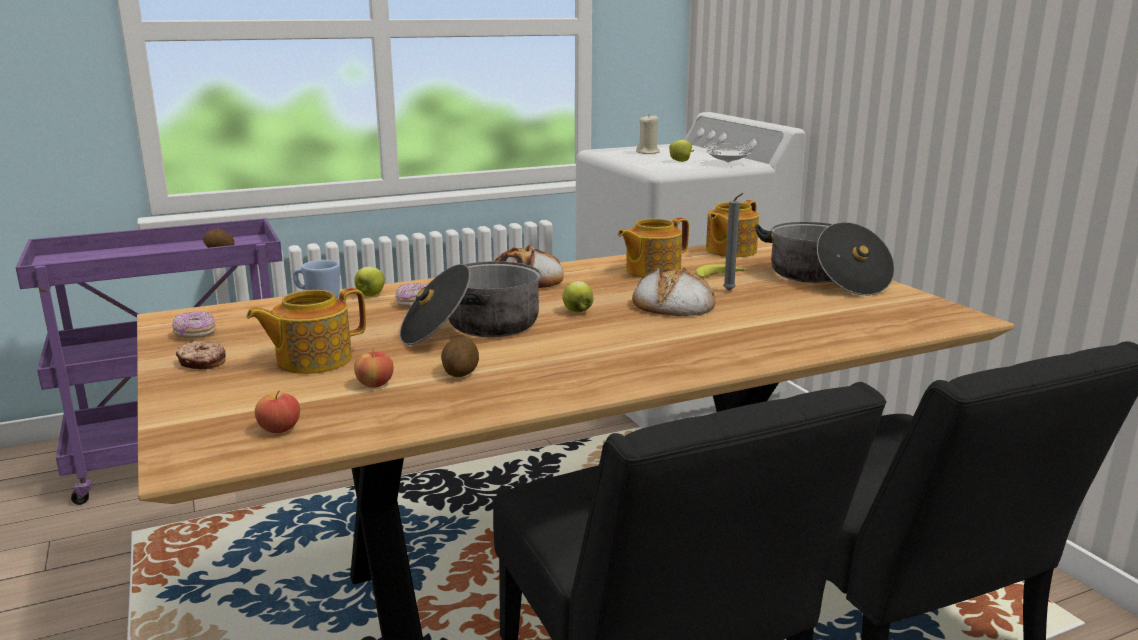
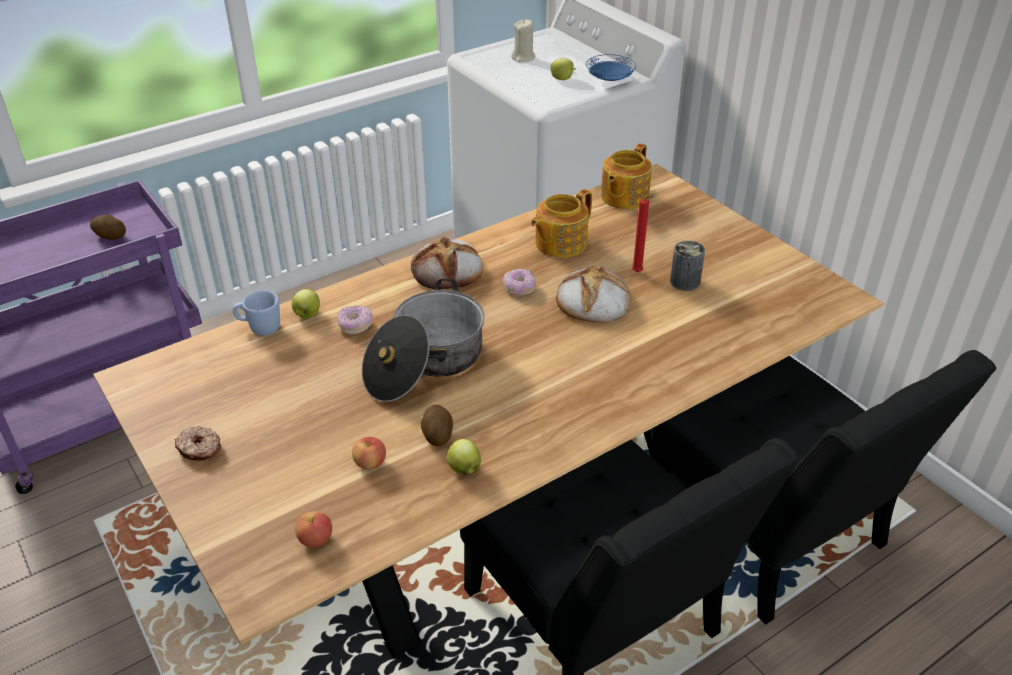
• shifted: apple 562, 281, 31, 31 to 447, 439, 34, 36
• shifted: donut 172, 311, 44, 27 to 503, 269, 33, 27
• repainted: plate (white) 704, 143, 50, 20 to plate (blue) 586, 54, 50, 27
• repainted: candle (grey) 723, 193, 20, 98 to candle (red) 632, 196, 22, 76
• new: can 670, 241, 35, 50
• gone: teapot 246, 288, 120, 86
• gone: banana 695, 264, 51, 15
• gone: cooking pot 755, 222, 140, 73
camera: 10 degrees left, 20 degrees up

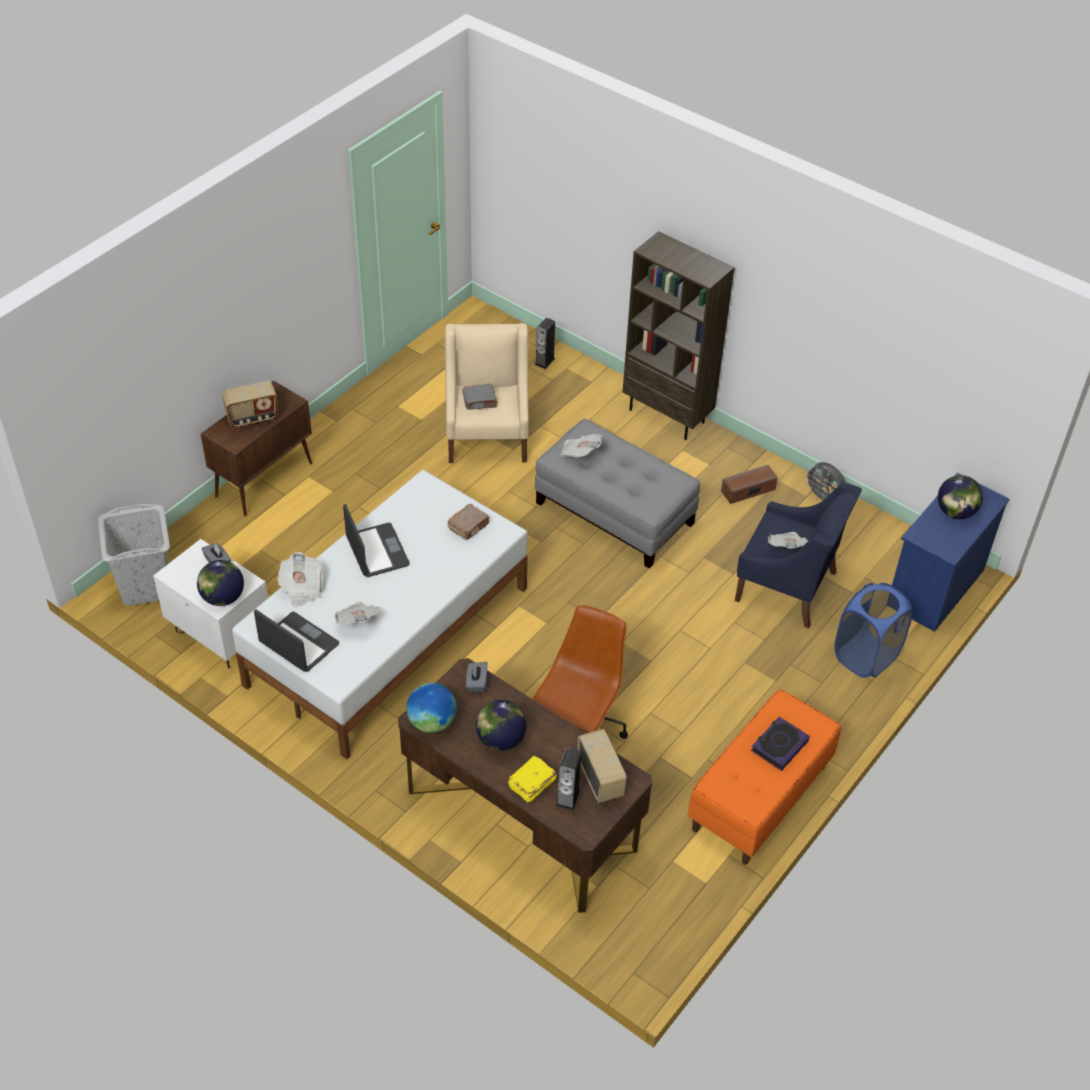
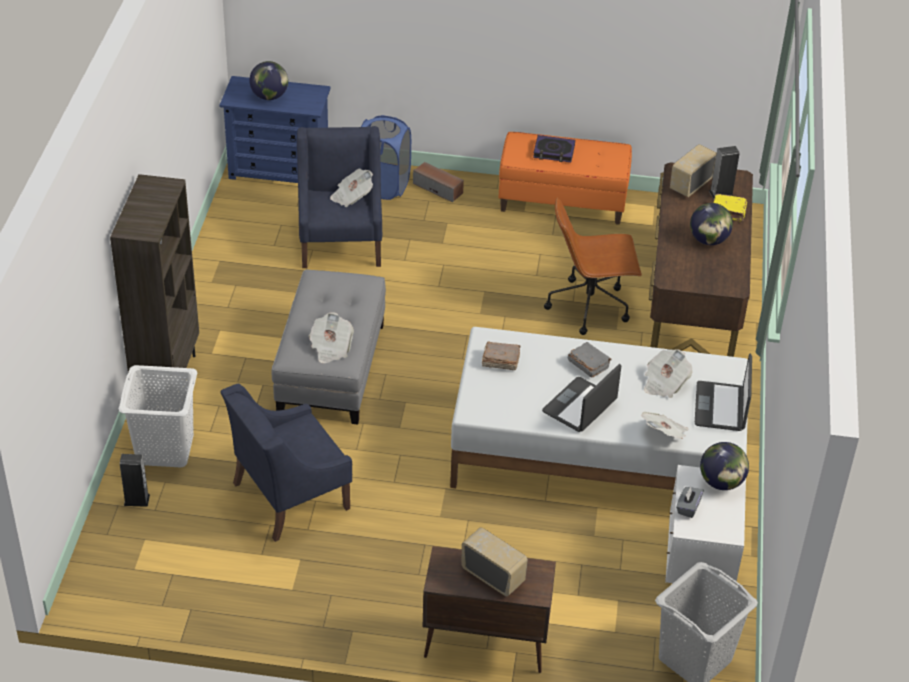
• new: laundry basket (white) 119, 365, 78, 103
• repainted: armchair (beige) 445, 323, 84, 140 to armchair (blue) 221, 383, 131, 159
• shifted: speaker 721, 464, 57, 40 to 413, 162, 51, 40
• shifted: book (grey) 462, 384, 35, 26 to 568, 342, 44, 35
• gone: globe 407, 683, 50, 50
• gone: tissue box (grey) 466, 662, 22, 31
• gone: fan (grey) 804, 462, 41, 39
camera: 120 degrees left, 5 degrees down

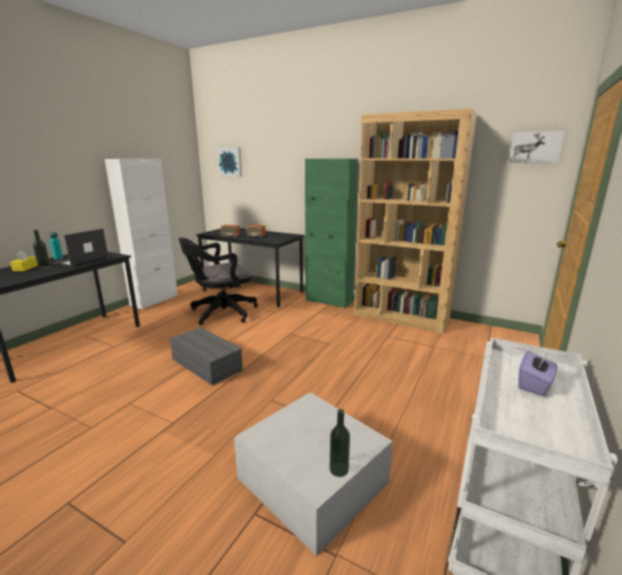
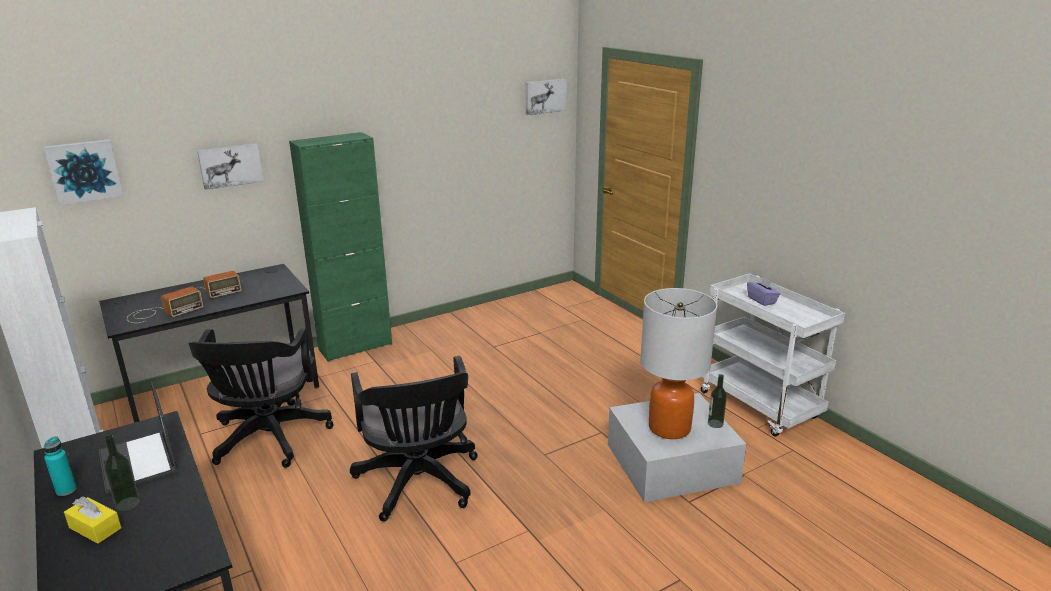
• new: picture 197, 143, 67, 47
• swapped: storage box (grey) 169, 327, 74, 59 to office chair (black) 350, 356, 128, 166
• new: table lamp 640, 288, 77, 151
• gone: bookcase (brown) 354, 108, 123, 226
camera: 60 degrees left, 5 degrees up

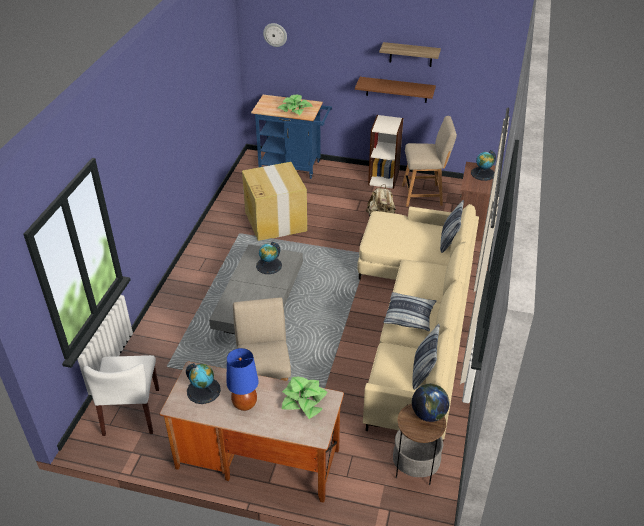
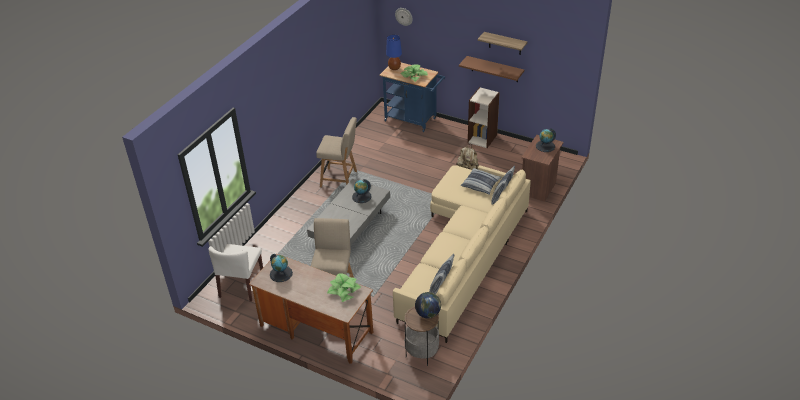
• shifted: chair (beige) 402, 116, 55, 90 to 316, 117, 41, 70
• shifted: table lamp (blue) 227, 348, 32, 63 to 386, 35, 16, 35
• shifted: pillow 383, 292, 54, 39 to 461, 168, 41, 27
• gone: cardboard box 242, 162, 65, 79
camera: 15 degrees right, 0 degrees up

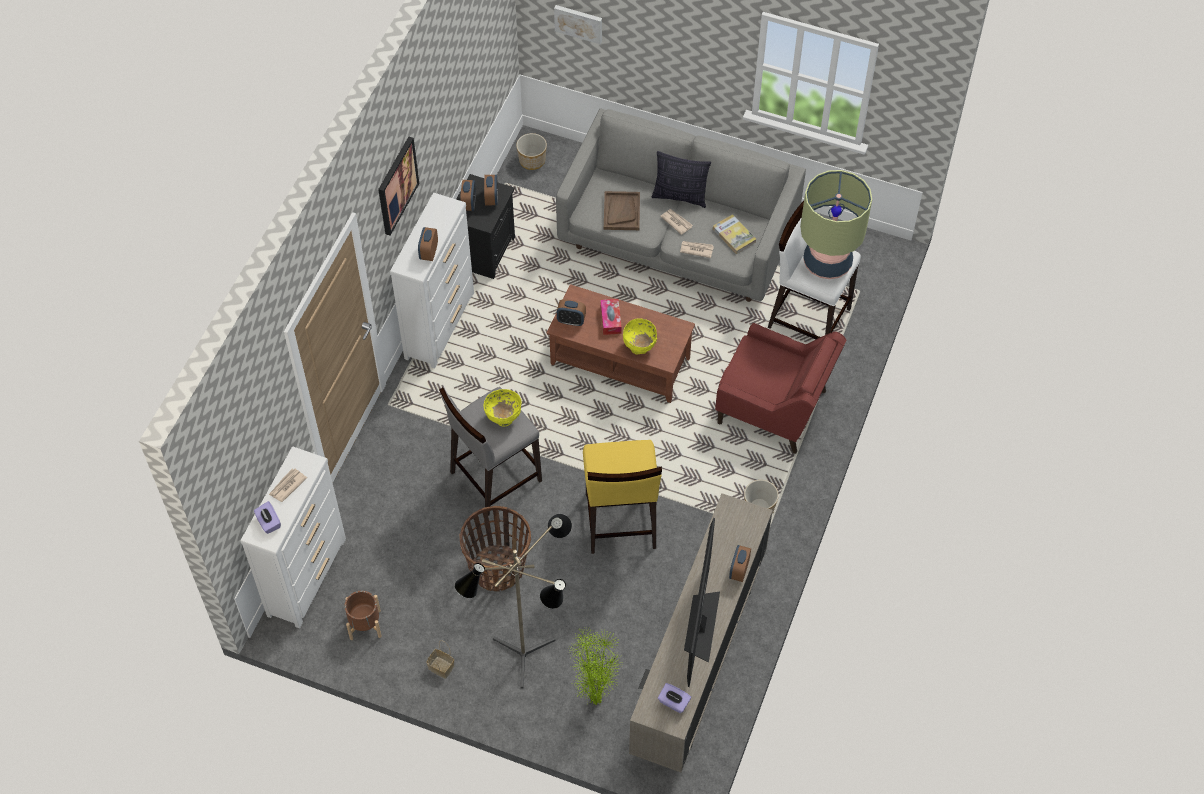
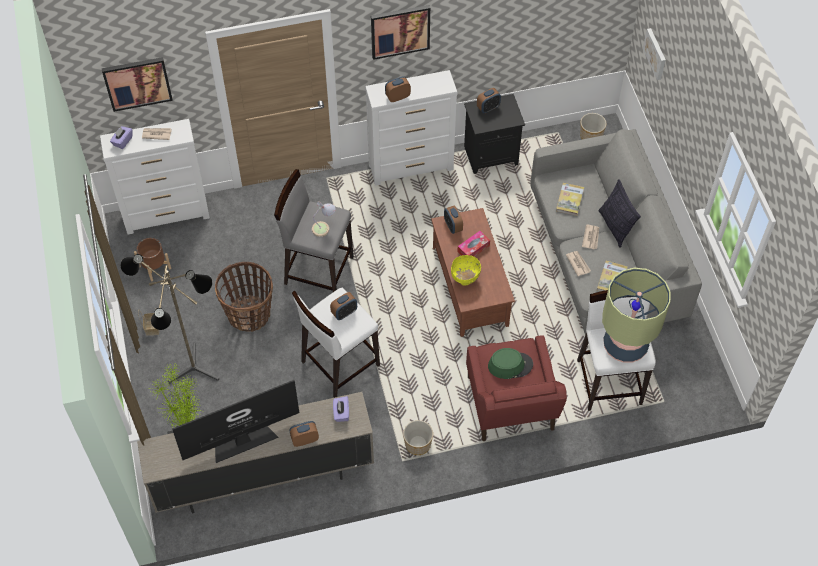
• new: picture 102, 57, 71, 55
• repainted: stool (yellow) 583, 440, 79, 114 to stool (white) 292, 288, 88, 110
• swapped: bowl (yellow) 483, 389, 38, 37 to table lamp 312, 201, 24, 36
• shifted: alarm clock 484, 175, 14, 30 to 330, 292, 27, 28
• shifted: tissue box (purple) 658, 683, 33, 30 to 333, 396, 16, 26
• new: hat (green) 488, 348, 45, 31
• swapped: tray (brown) 604, 191, 36, 39 to book 556, 183, 28, 33
camera: 55 degrees right, 0 degrees up

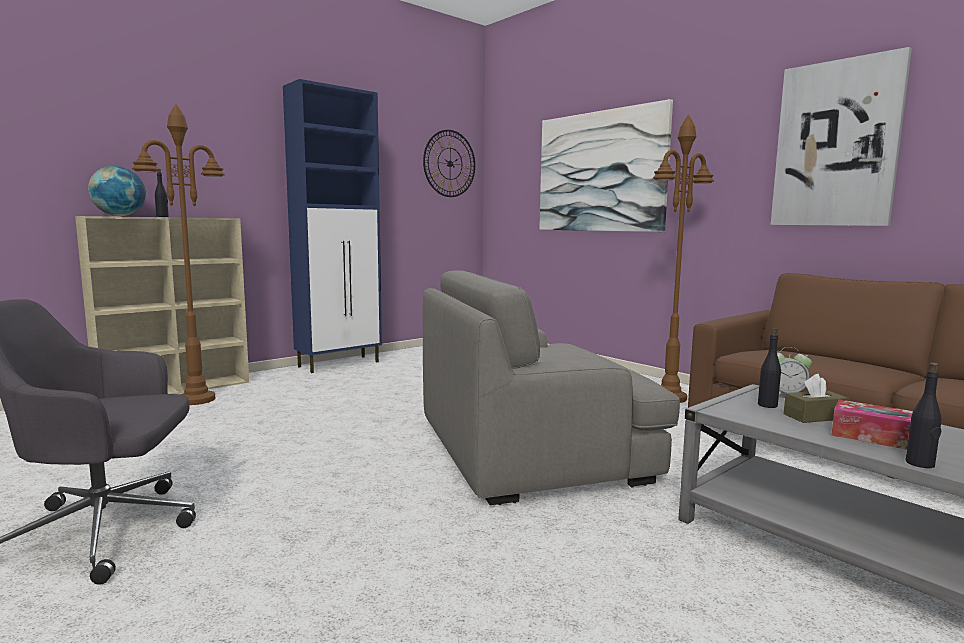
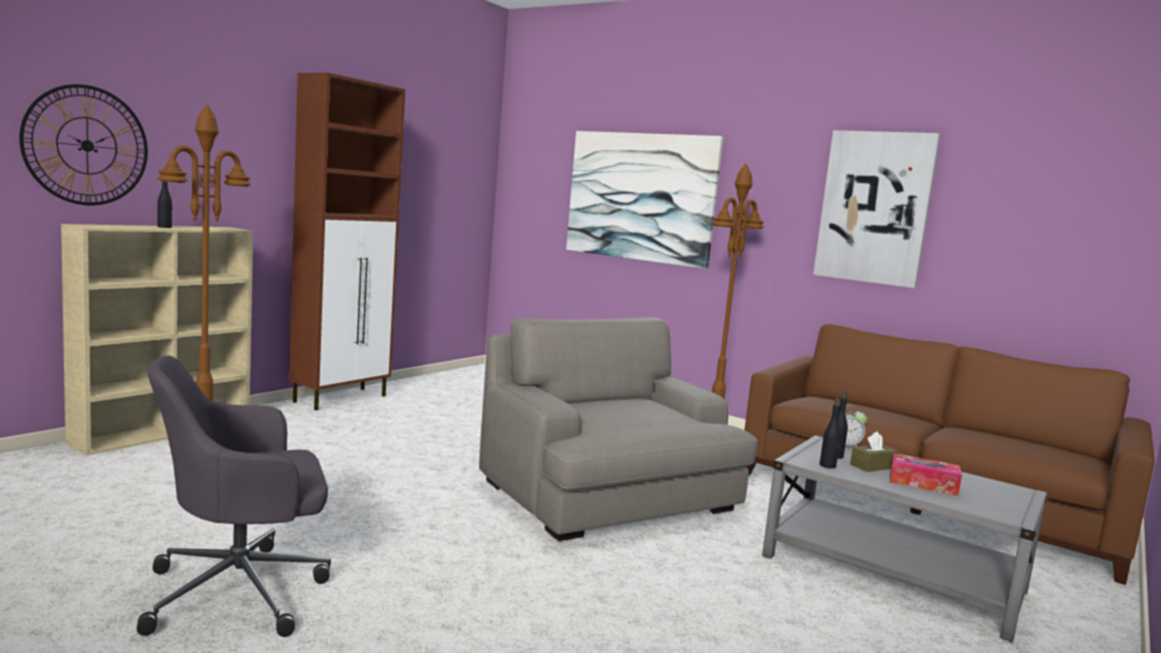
• shifted: wall clock 423, 130, 52, 67 to 19, 84, 129, 121
• repainted: cabinet (blue) 283, 79, 99, 294 to cabinet (brown) 289, 73, 116, 337
• rotated: armchair (grey) 423, 270, 257, 235 = 479, 317, 278, 224 90 degrees clockwise
• shifted: bottle (black) 906, 362, 35, 106 to 820, 399, 21, 70
• gone: globe 88, 166, 58, 50
camera: 15 degrees left, 0 degrees up

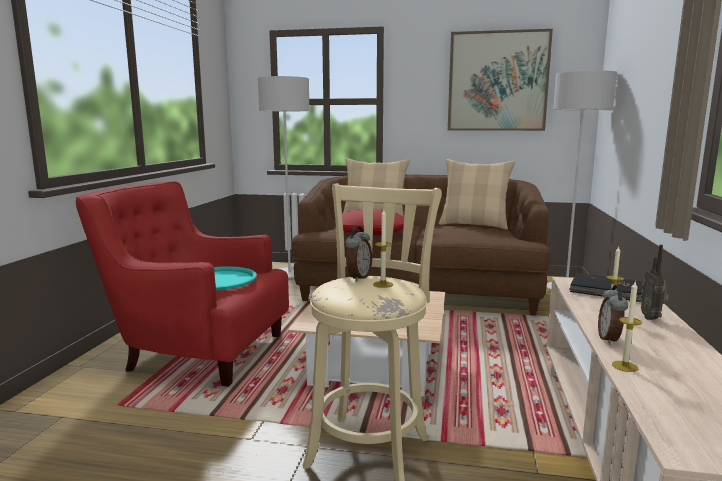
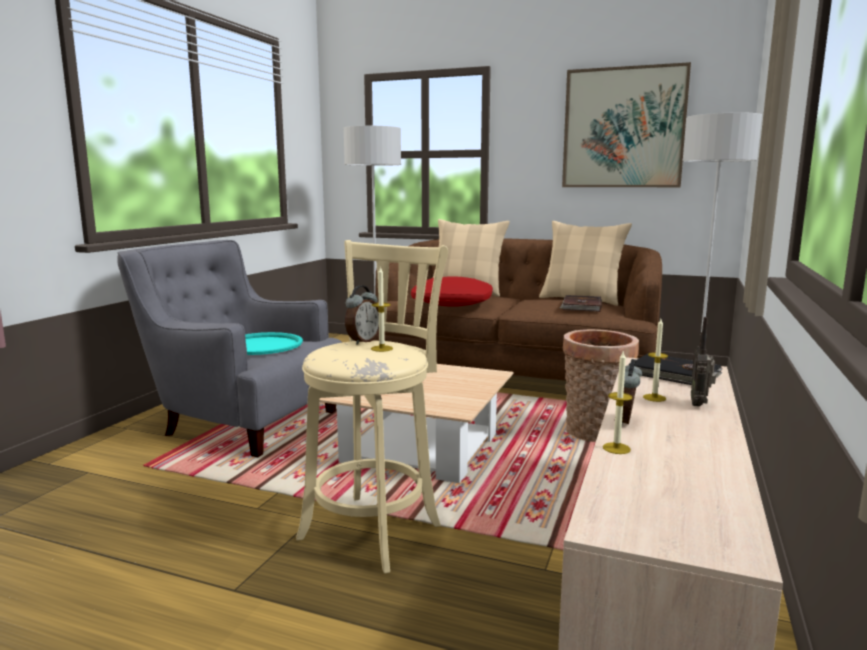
• repainted: armchair (red) 76, 181, 213, 206 to armchair (grey) 117, 240, 226, 217
• new: book (brown) 560, 295, 42, 17
• new: basket 563, 329, 76, 113
camera: 10 degrees right, 0 degrees up

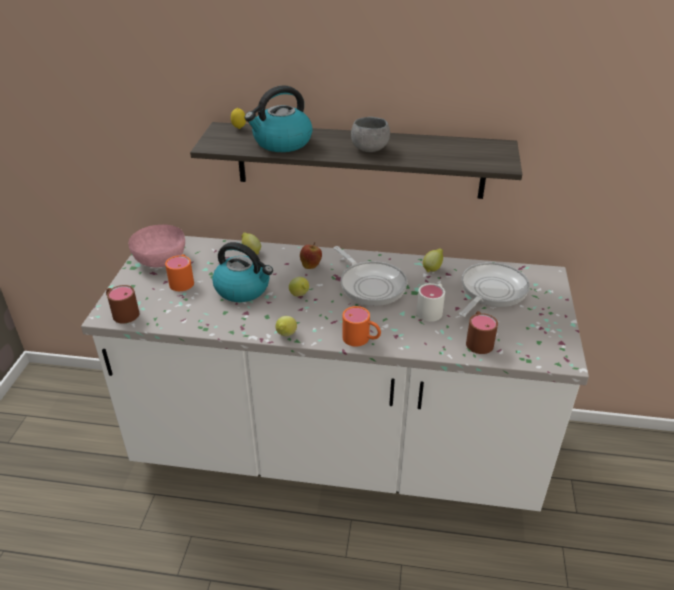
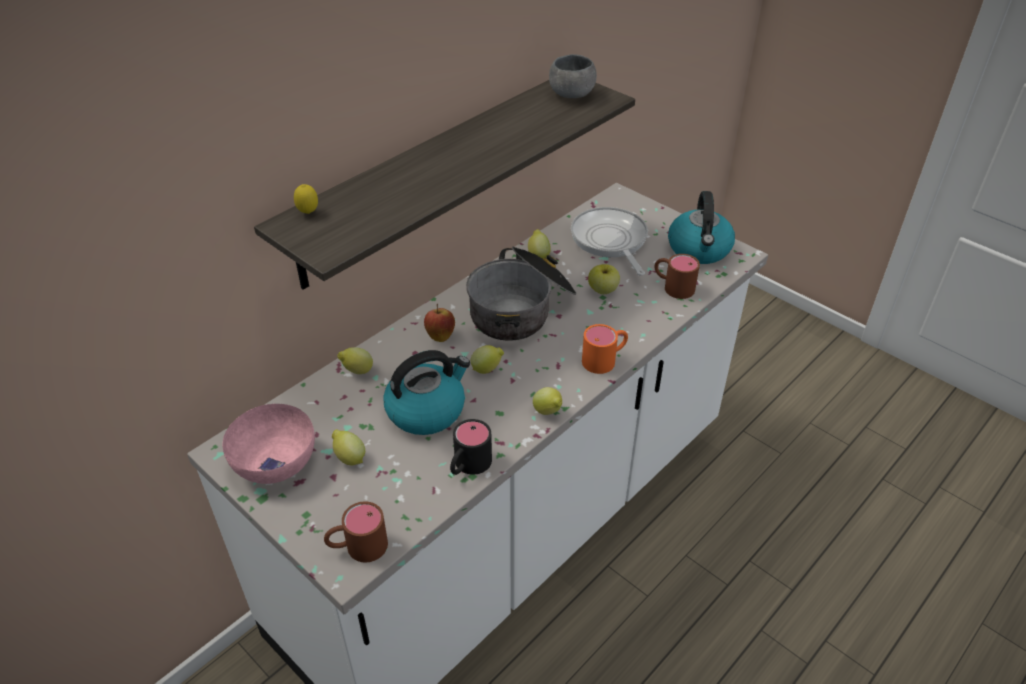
• swapped: mug (orange) 165, 254, 29, 37 to lemon 332, 429, 33, 36
• new: mug (black) 450, 419, 42, 56
• swapped: frying pan 334, 246, 73, 60 to cooking pot 466, 247, 111, 94
• shifted: bowl (grey) 351, 117, 39, 35 to 549, 54, 48, 44
• swapped: mug (white) 417, 283, 28, 39 to apple 588, 264, 32, 30
• shifted: kettle 244, 85, 69, 67 to 668, 191, 67, 73
camera: 55 degrees left, 5 degrees up

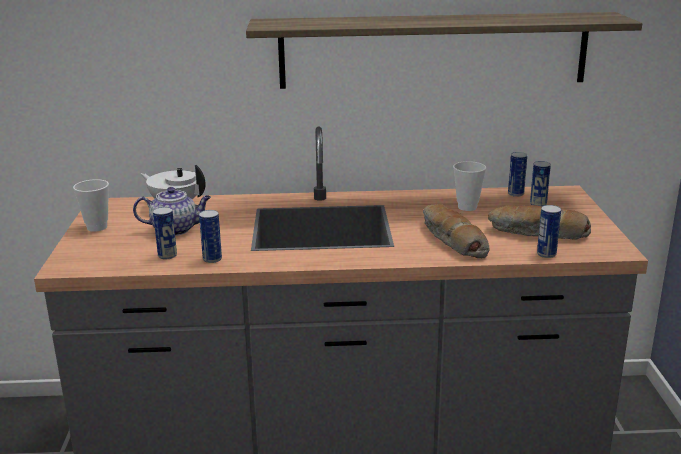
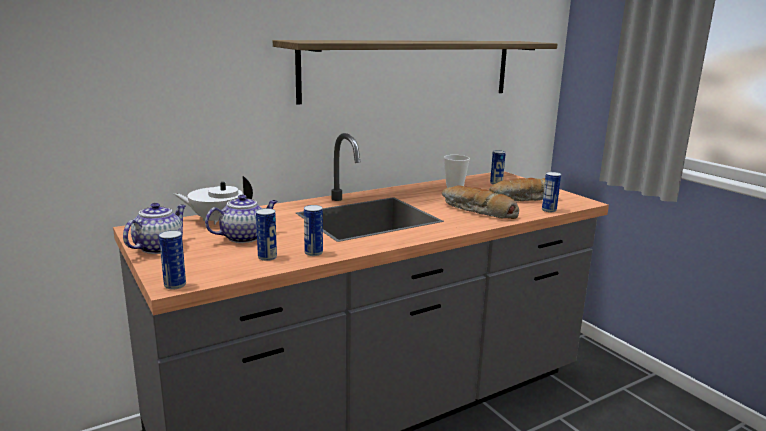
• swapped: cup 73, 179, 36, 53 to teapot 123, 203, 63, 51
• shifted: can 508, 152, 19, 45 to 159, 230, 27, 60
camera: 30 degrees left, 5 degrees down

